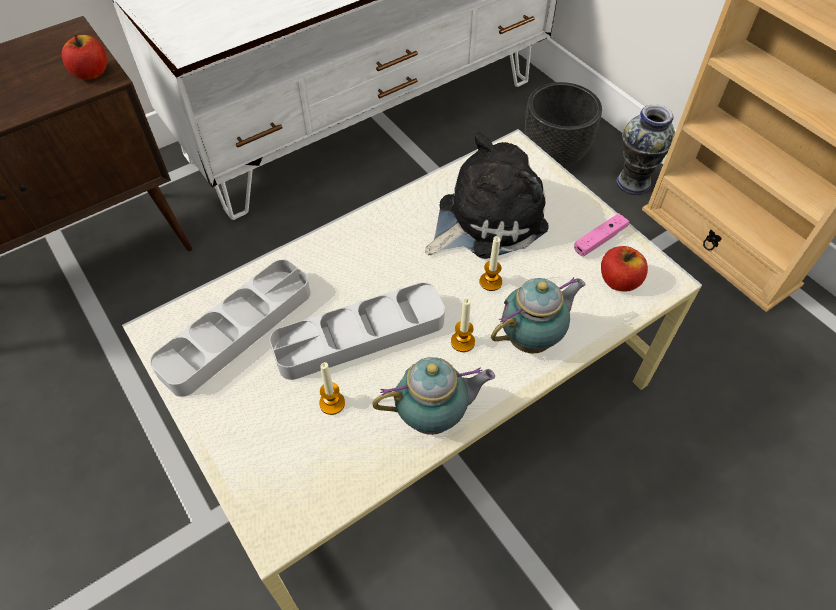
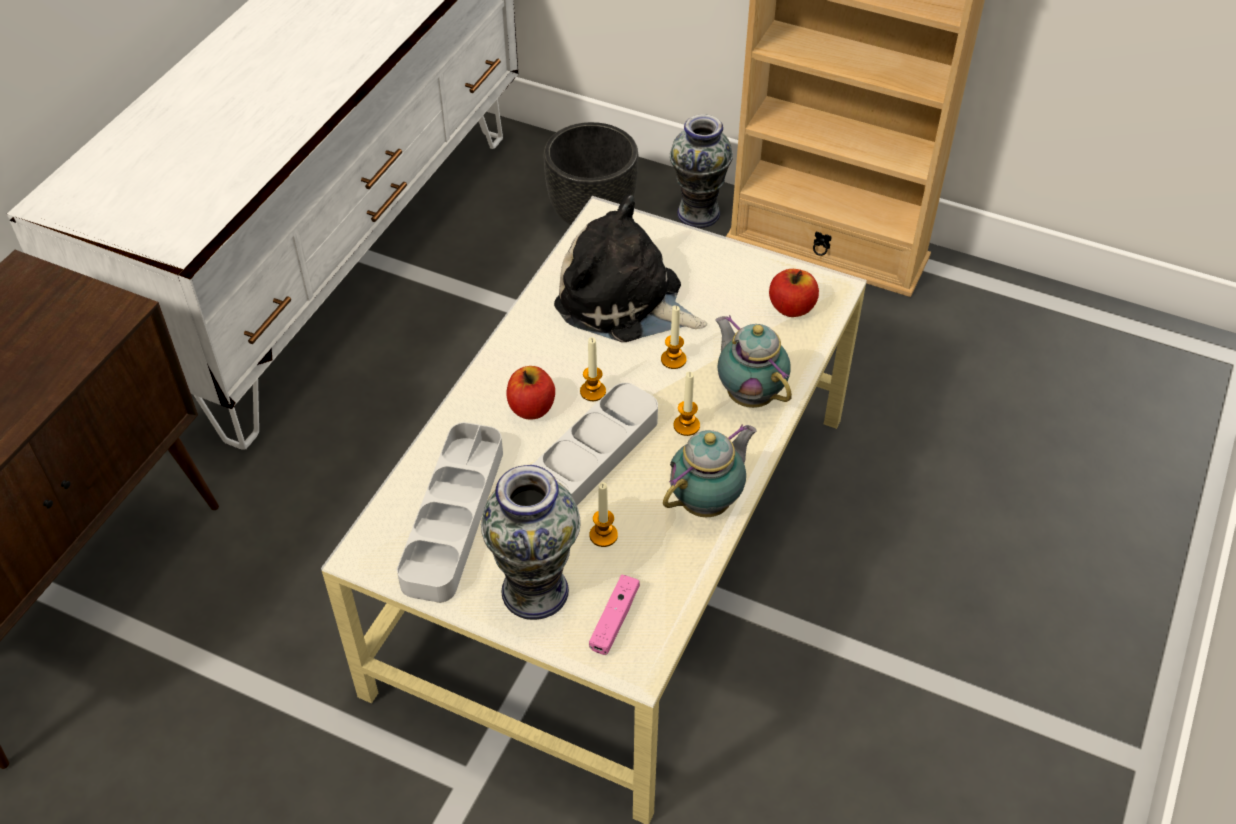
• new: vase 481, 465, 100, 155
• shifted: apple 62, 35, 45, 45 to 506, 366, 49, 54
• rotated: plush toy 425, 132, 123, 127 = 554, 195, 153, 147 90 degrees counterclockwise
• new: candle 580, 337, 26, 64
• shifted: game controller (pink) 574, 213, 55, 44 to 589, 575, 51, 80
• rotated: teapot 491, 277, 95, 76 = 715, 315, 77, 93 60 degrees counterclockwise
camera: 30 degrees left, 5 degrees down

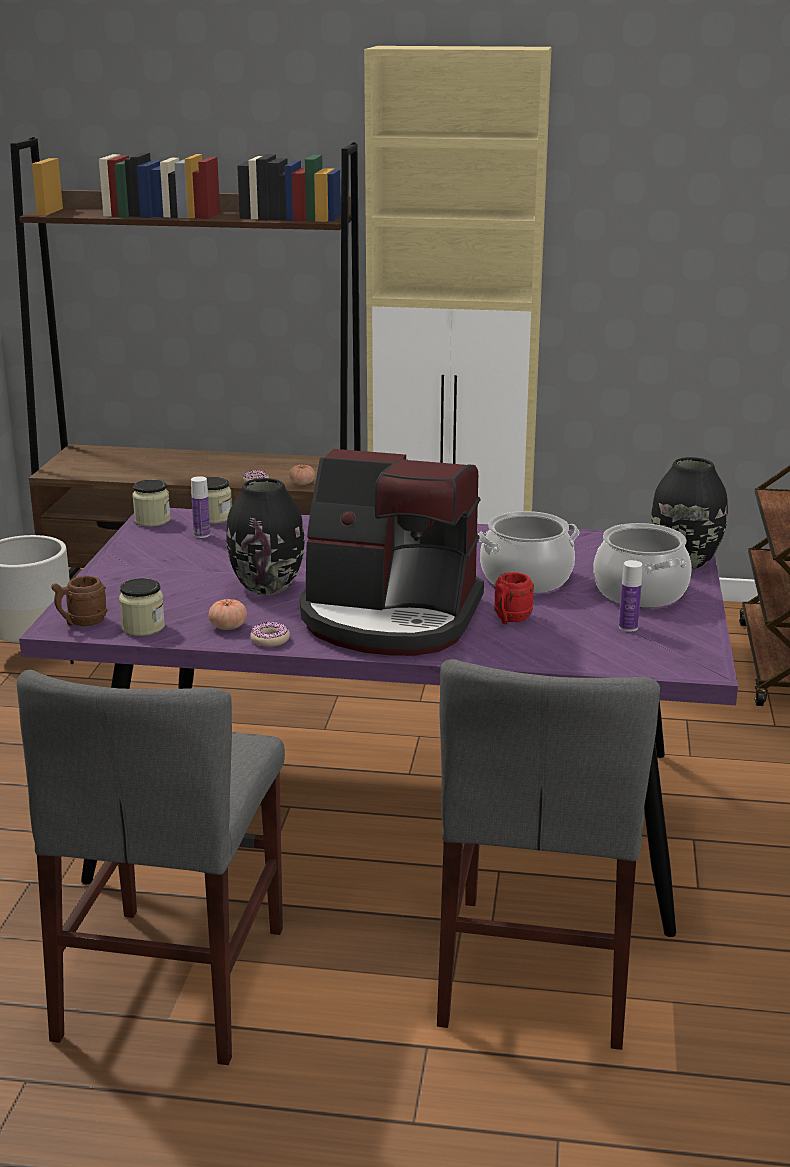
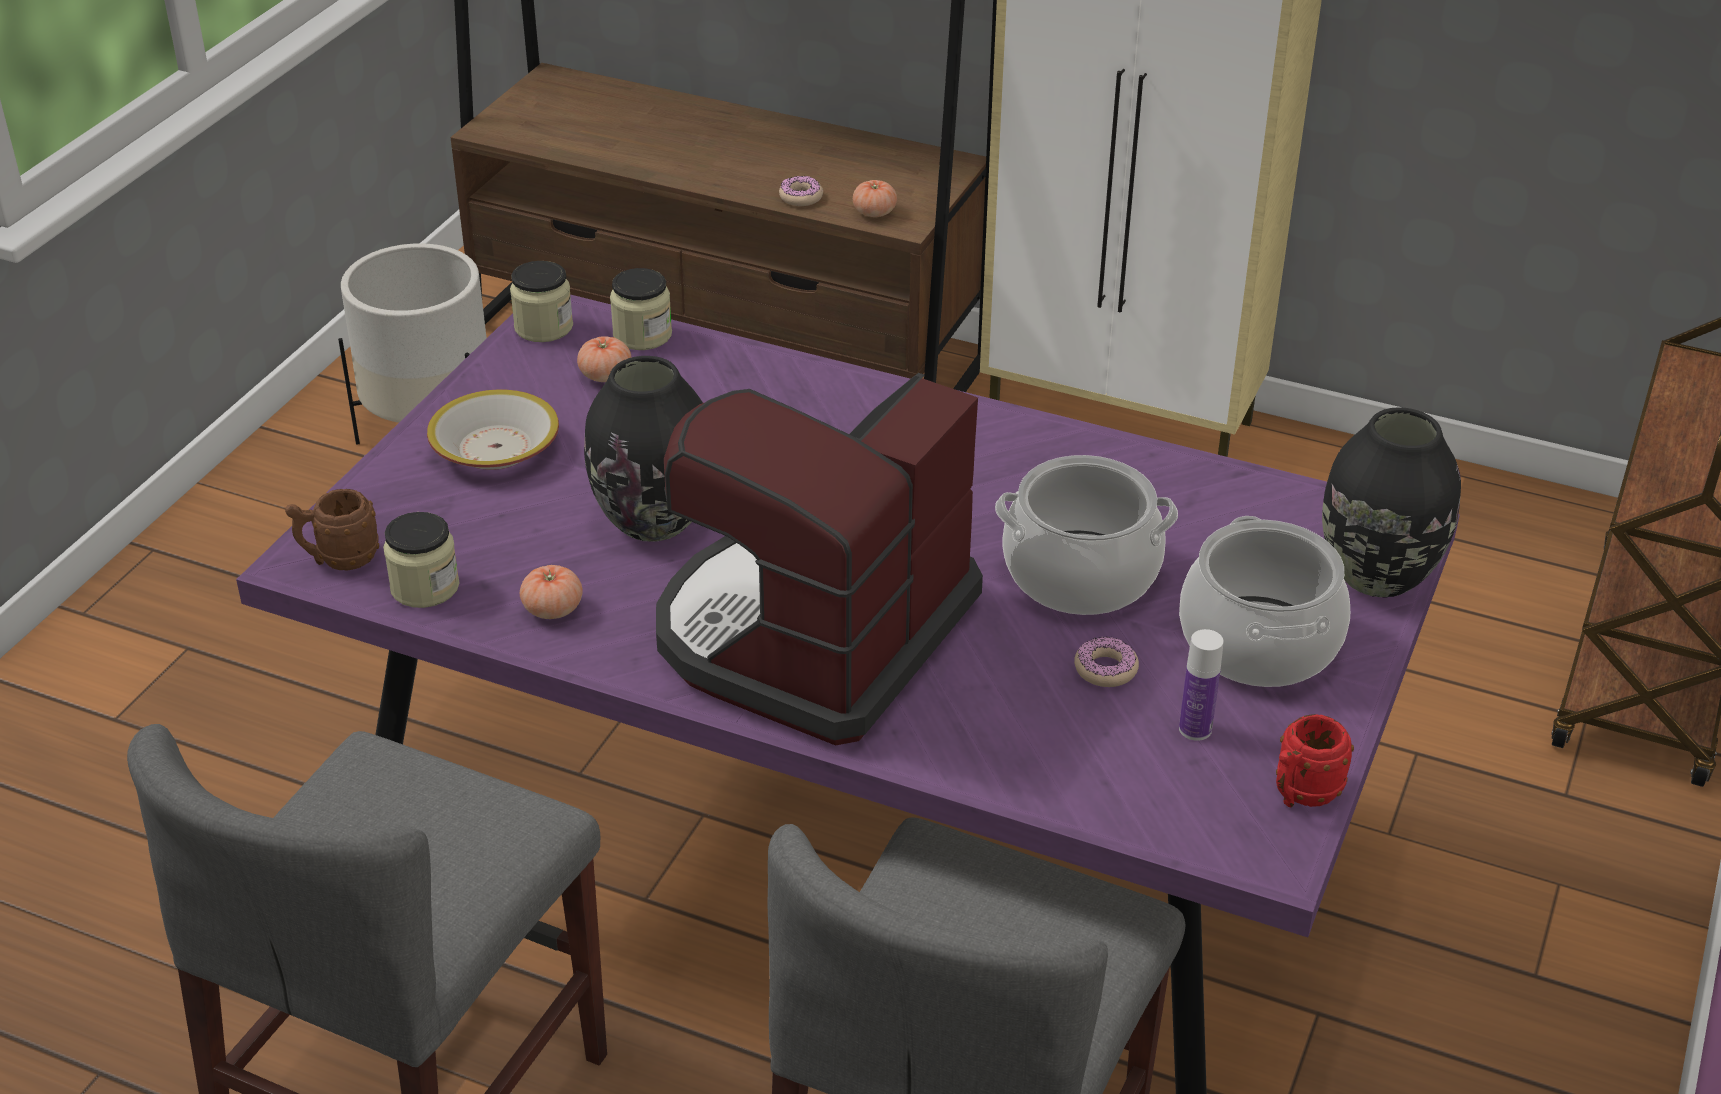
• new: bowl 427, 390, 132, 80
• swapped: bottle 191, 476, 19, 62 to tomato 577, 336, 54, 46
• rotated: coffee machine 300, 449, 184, 207 = 656, 373, 327, 373 90 degrees clockwise
• shifted: donut 250, 622, 40, 25 to 1074, 637, 65, 50
• shifted: mug (red) 494, 572, 40, 52 to 1276, 714, 78, 93
camera: 15 degrees right, 15 degrees up

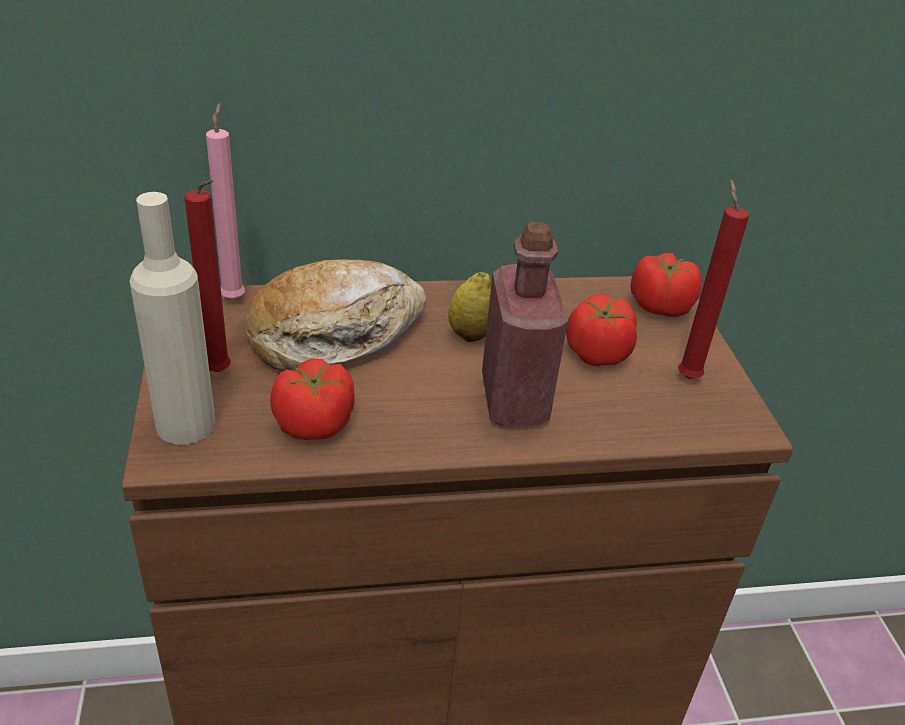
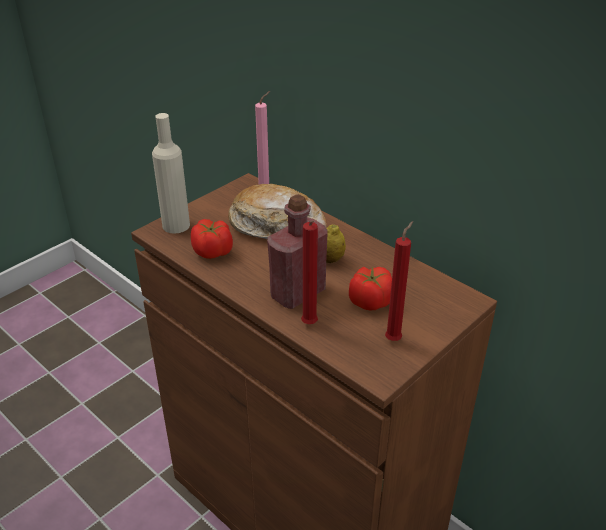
• shifted: candle (red) 184, 180, 47, 192 to 301, 220, 17, 104
• gone: tomato 630, 253, 72, 64
camera: 55 degrees right, 0 degrees up

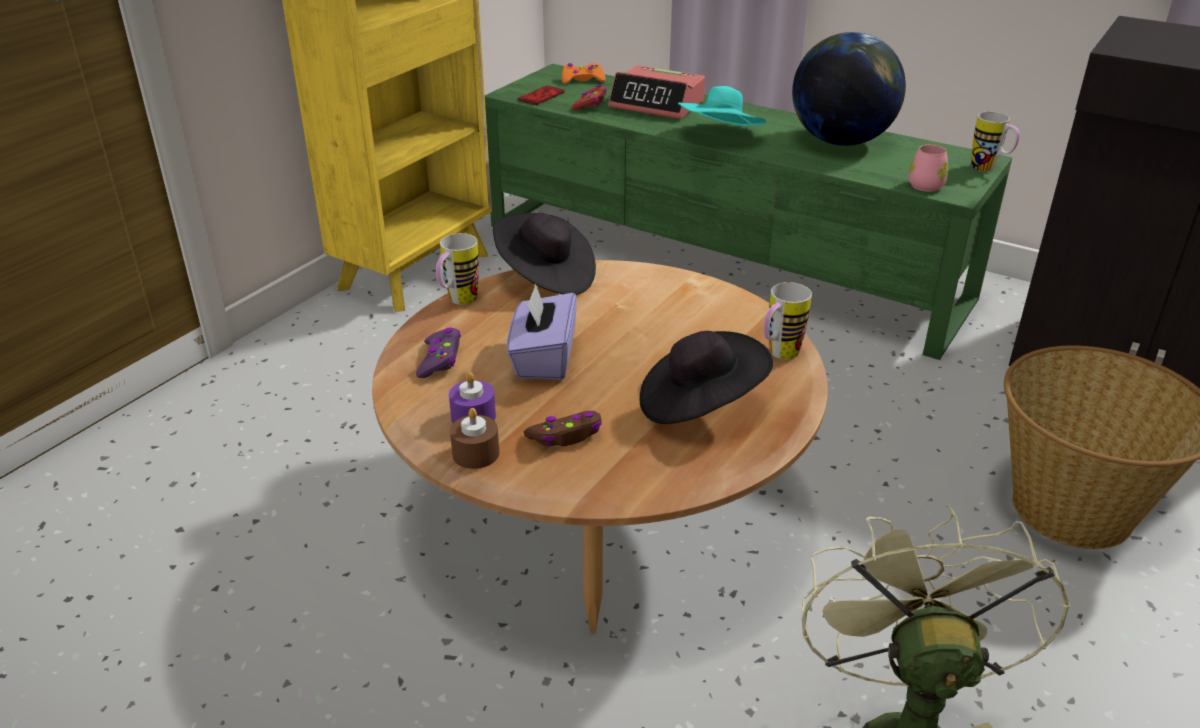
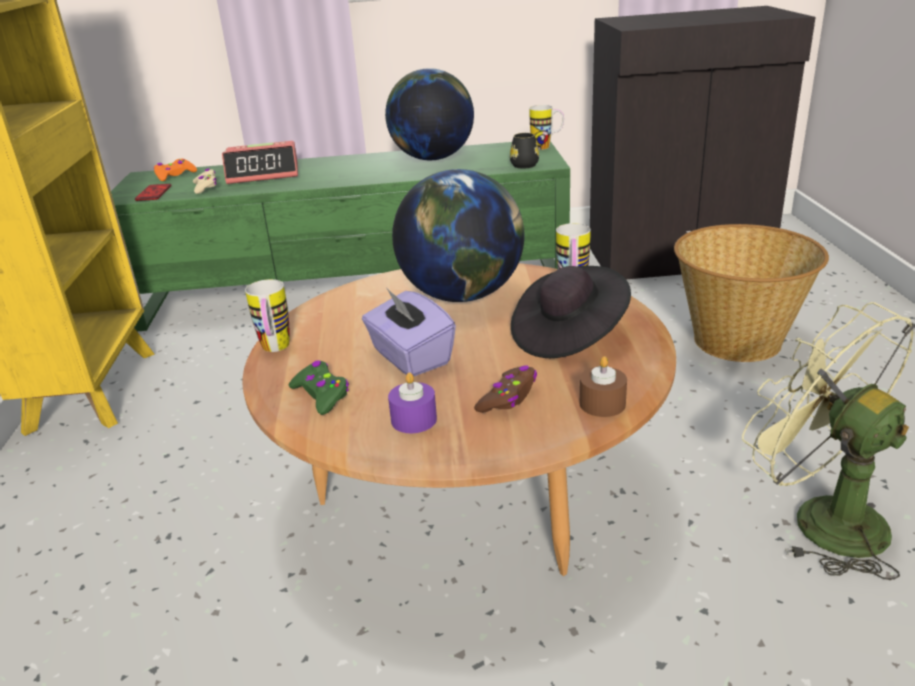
• repainted: game controller (red) 571, 85, 36, 25 to game controller (beige) 193, 168, 23, 26
• repainted: game controller (purple) 416, 327, 45, 51 to game controller (green) 289, 360, 60, 55
• new: globe 392, 169, 132, 133
• repainted: mug (pink) 908, 144, 40, 48 to mug (black) 510, 133, 29, 36
• shifted: candle (brown) 450, 408, 49, 61 to 580, 356, 47, 61
• gone: hat (black) 493, 213, 103, 82
• gone: hat (turquoise) 678, 86, 88, 40
camera: 35 degrees left, 5 degrees down

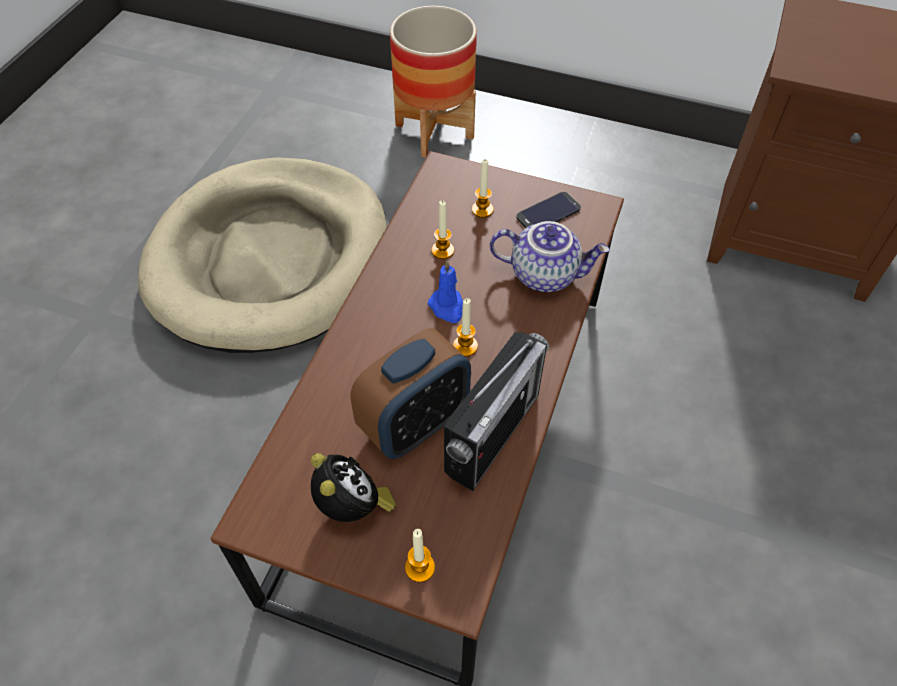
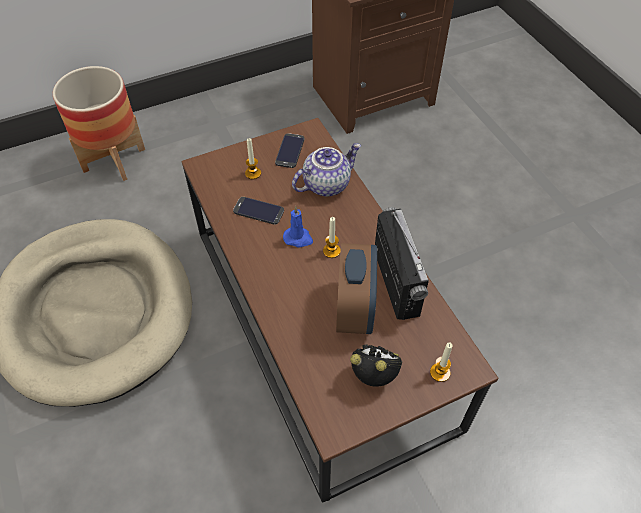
• swapped: candle 431, 201, 23, 58 to phone 233, 197, 51, 28
camera: 45 degrees left, 0 degrees up

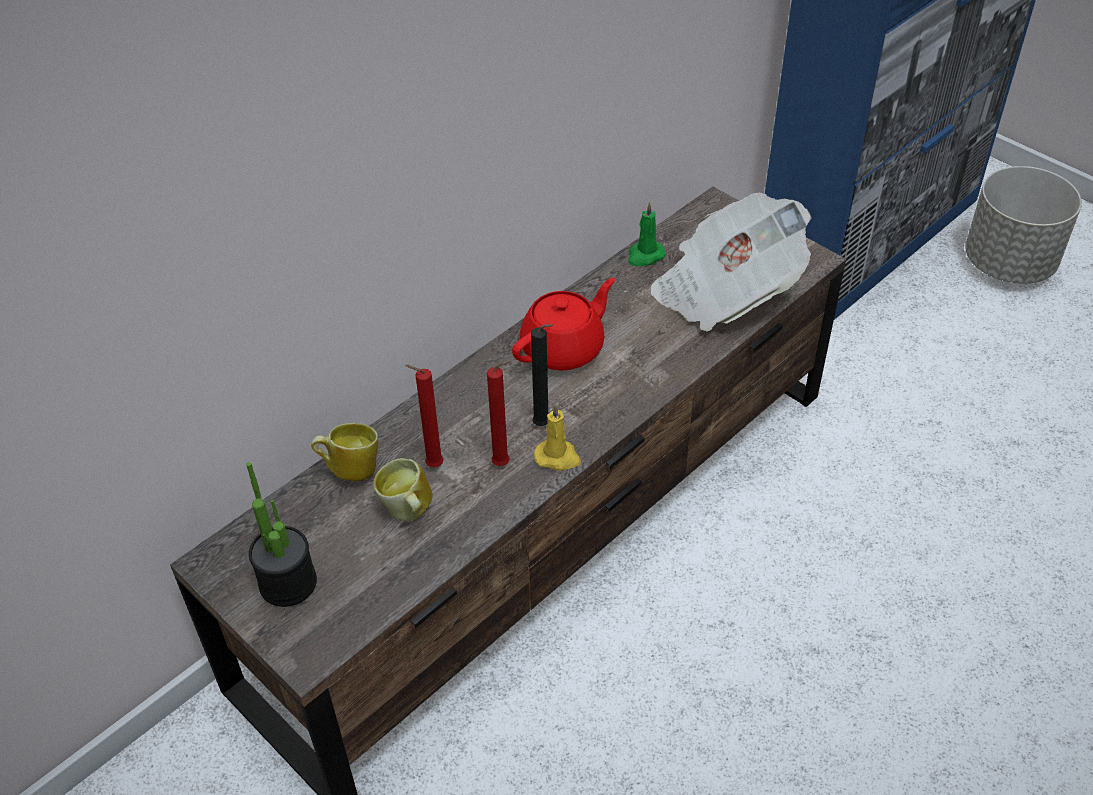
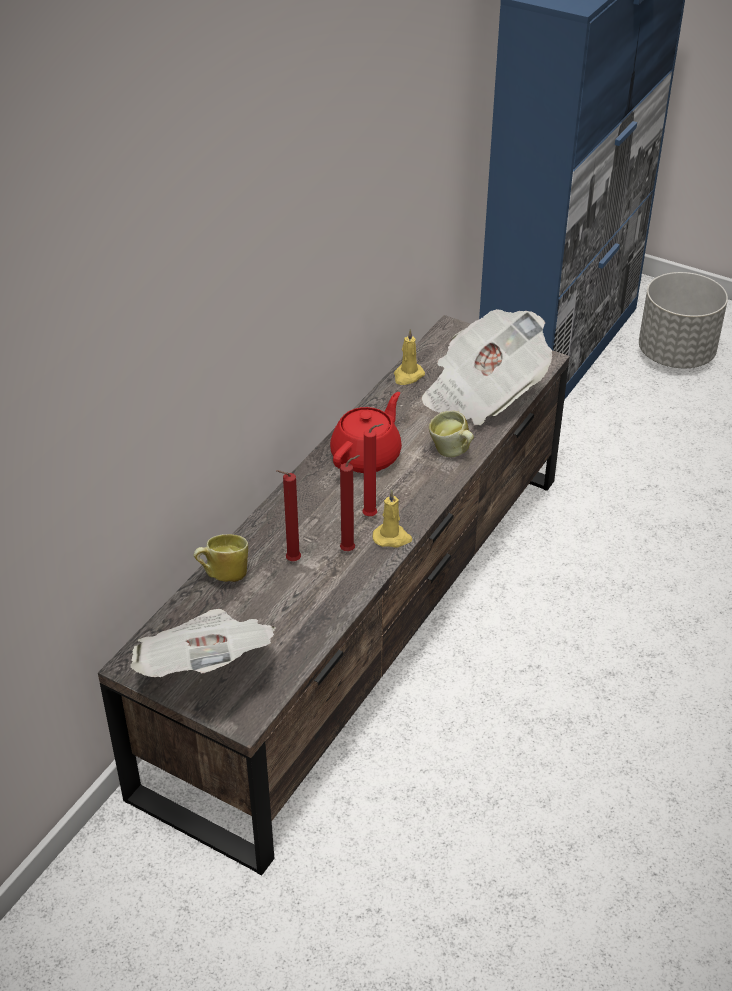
• swapped: potted plant 246, 462, 71, 145 to newspaper 130, 609, 146, 68
• repainted: candle (black) 531, 324, 23, 102 to candle (red) 362, 424, 21, 92
• repainted: candle (green) 628, 202, 38, 64 to candle (yellow) 394, 329, 31, 56
• shifted: mug 373, 458, 60, 63 to 429, 411, 45, 46
camera: 15 degrees left, 5 degrees down

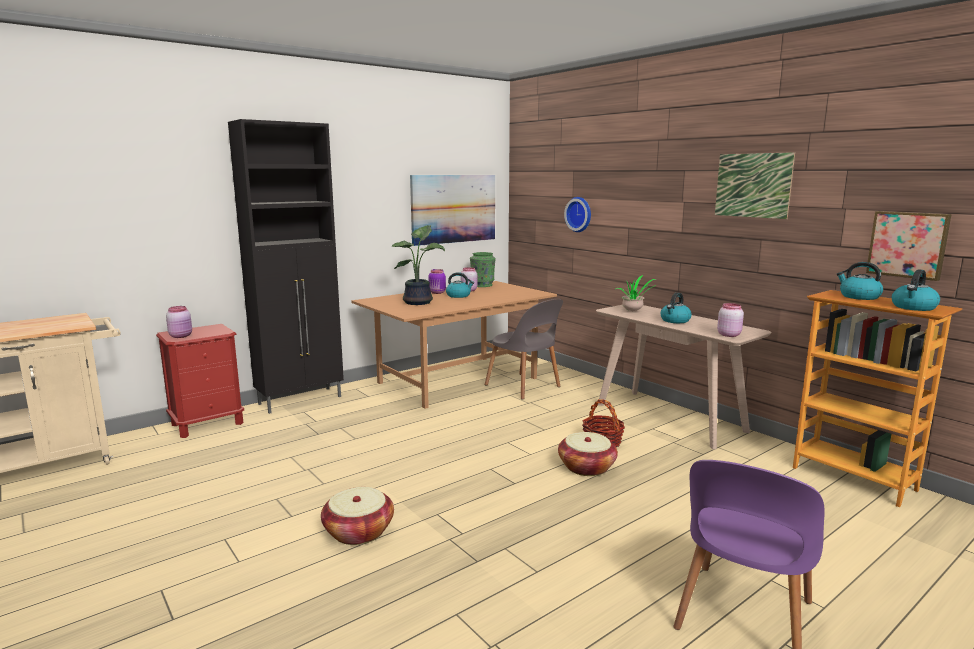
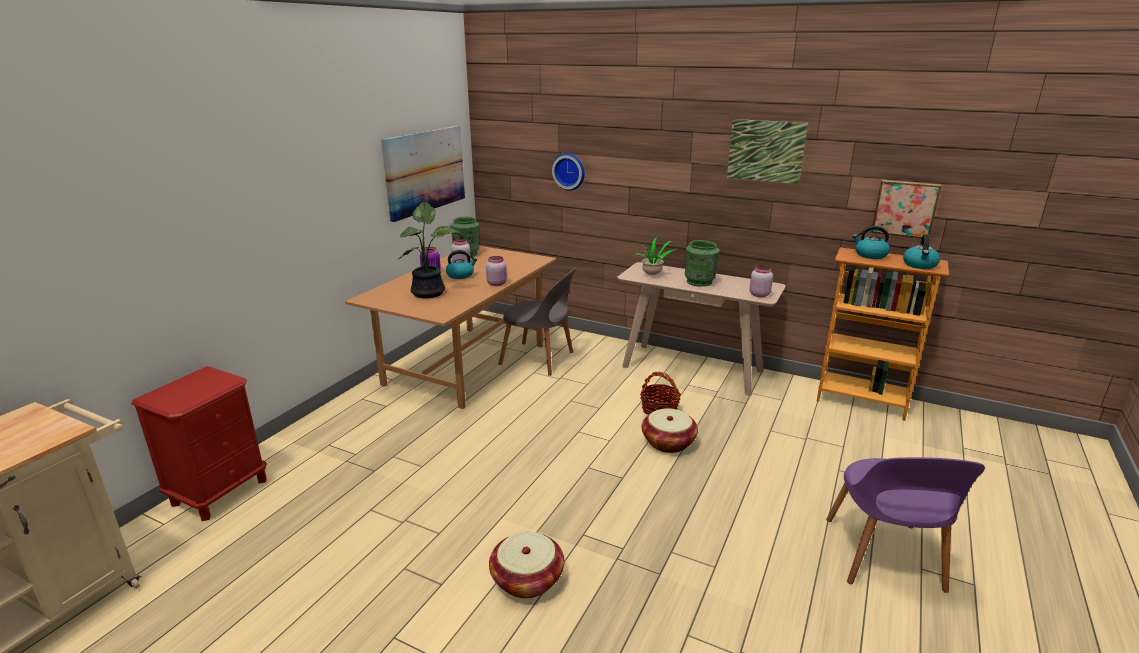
• shifted: jar (pink) 166, 306, 26, 32 to 486, 256, 21, 30
• swapped: kettle 660, 293, 32, 30 to vase (green) 685, 240, 35, 46
• gone: cabinet (black) 228, 119, 116, 295
camera: 25 degrees left, 10 degrees up

